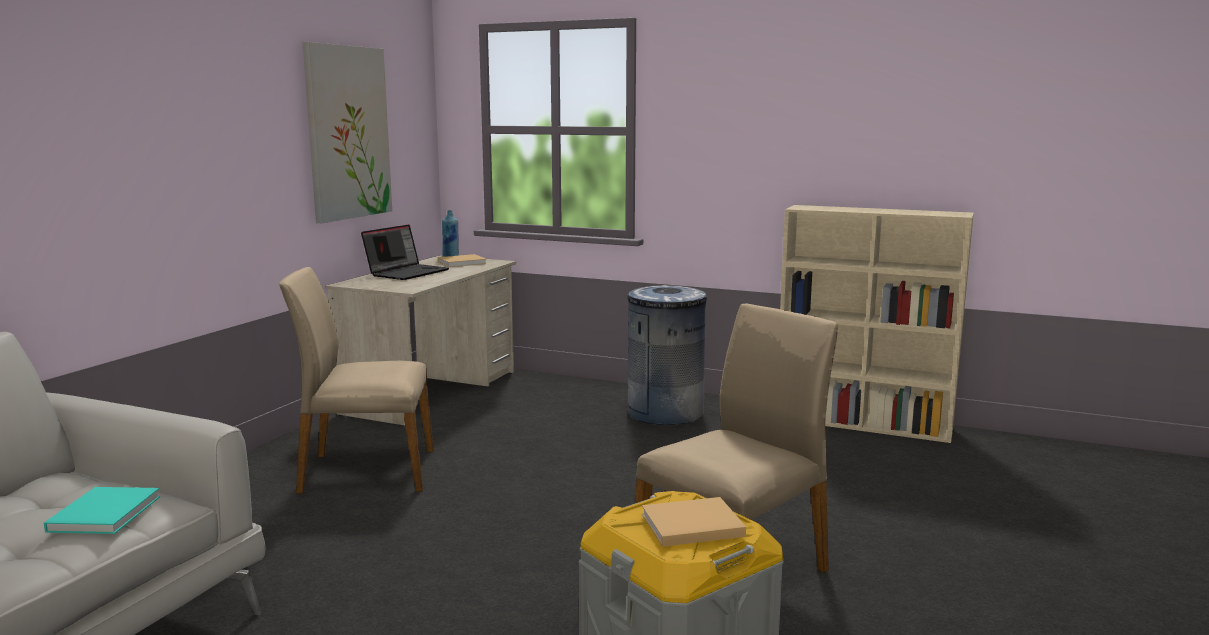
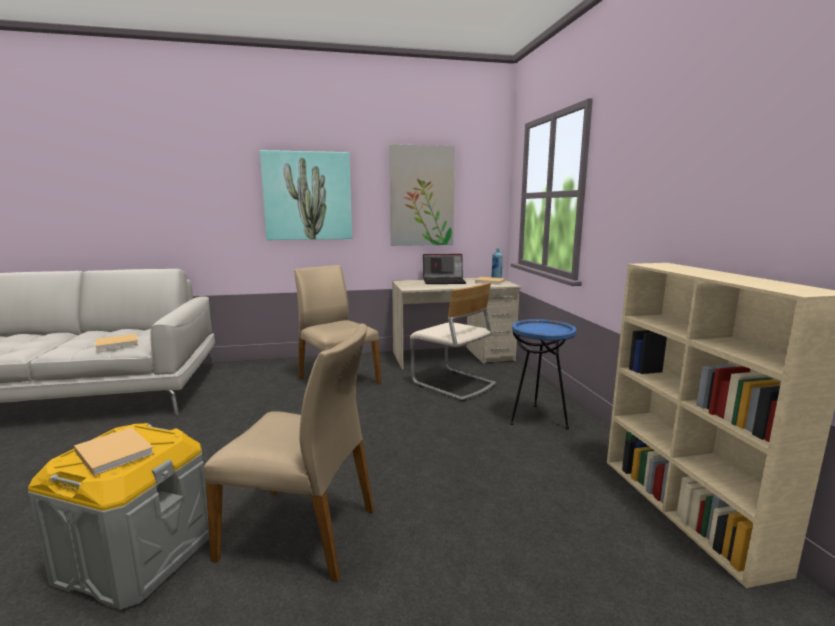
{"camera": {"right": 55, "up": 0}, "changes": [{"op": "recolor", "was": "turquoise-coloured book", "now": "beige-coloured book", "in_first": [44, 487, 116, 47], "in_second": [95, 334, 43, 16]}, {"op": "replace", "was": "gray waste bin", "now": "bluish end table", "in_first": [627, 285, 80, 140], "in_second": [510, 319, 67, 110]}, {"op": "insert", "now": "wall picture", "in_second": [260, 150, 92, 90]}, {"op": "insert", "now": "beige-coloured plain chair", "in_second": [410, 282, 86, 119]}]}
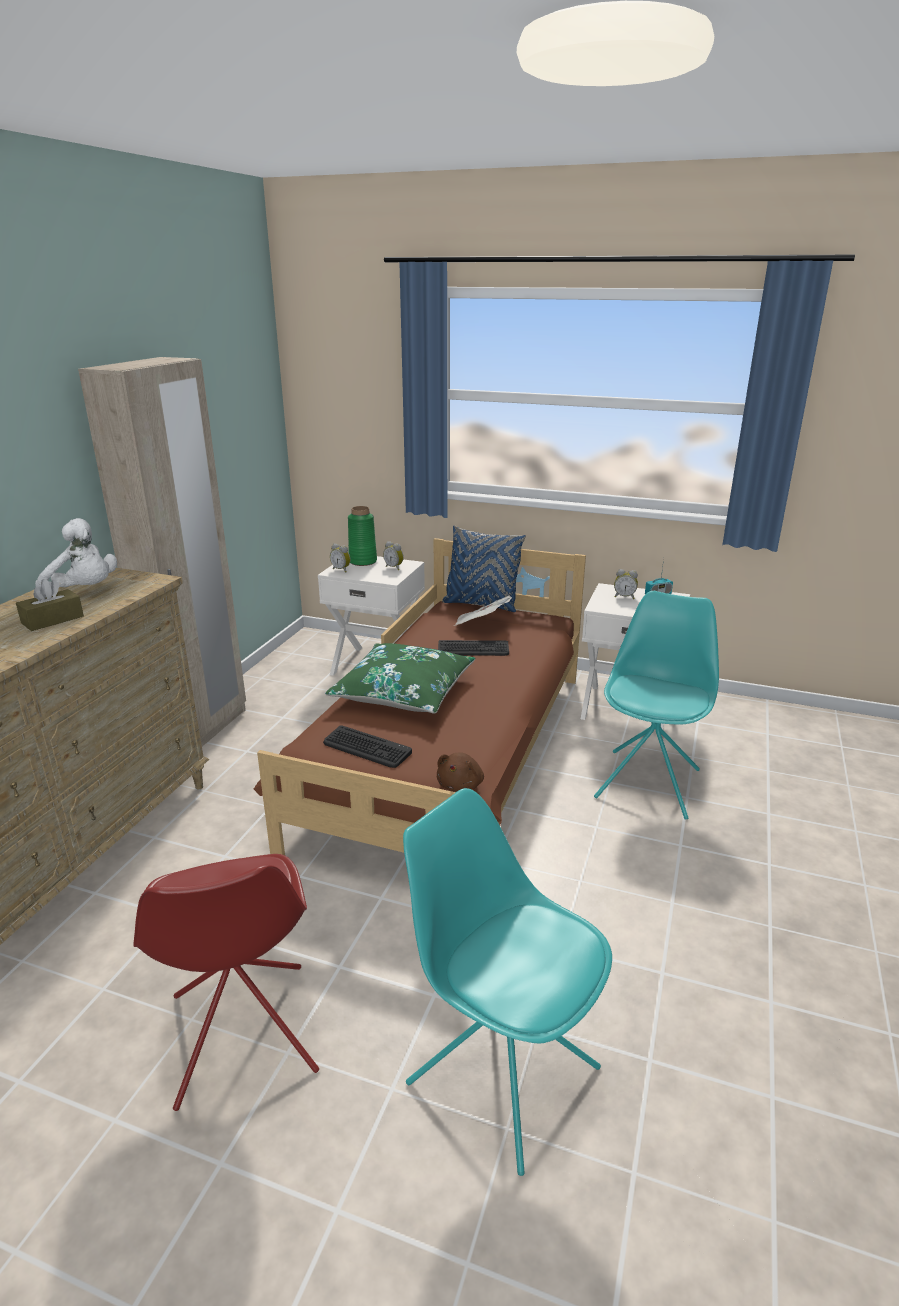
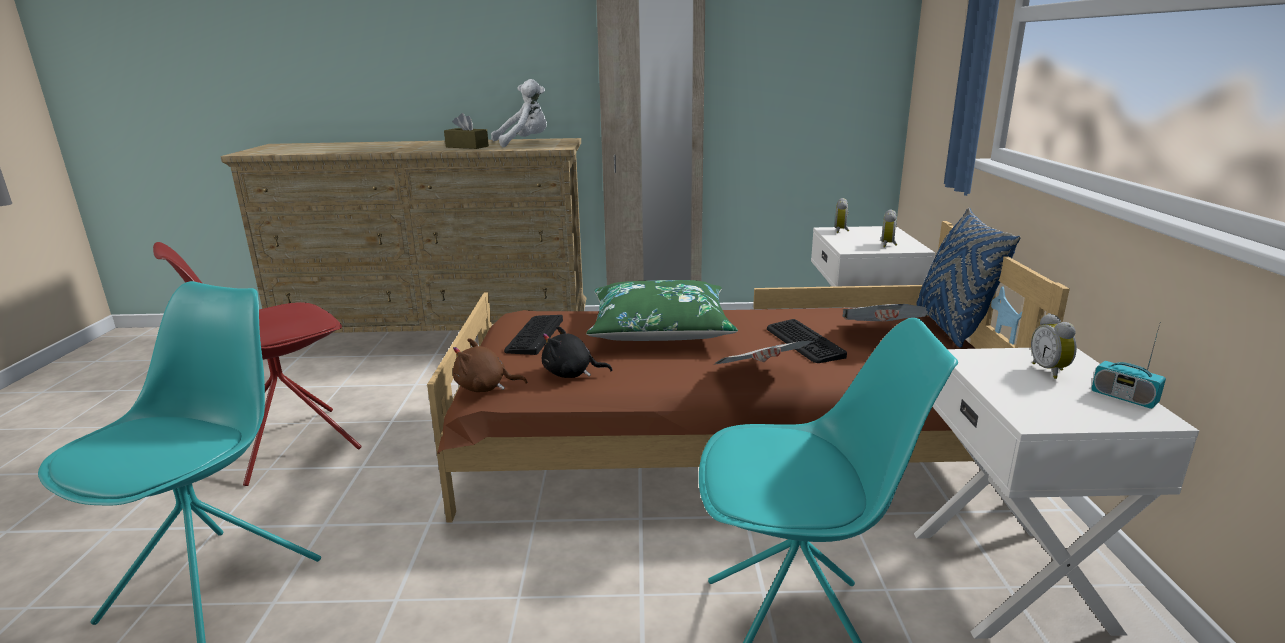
{"camera": {"right": 70, "up": -5}, "changes": [{"op": "rotate", "was": "whitish soft toy", "in_first": [35, 518, 82, 70], "in_second": [491, 79, 56, 68], "clockwise": -120}, {"op": "delete", "was": "green-coloured flower vase", "in_first": [348, 506, 29, 60]}, {"op": "insert", "now": "black soft toy", "in_second": [542, 326, 70, 52]}, {"op": "insert", "now": "daily paper", "in_second": [716, 341, 97, 23]}]}
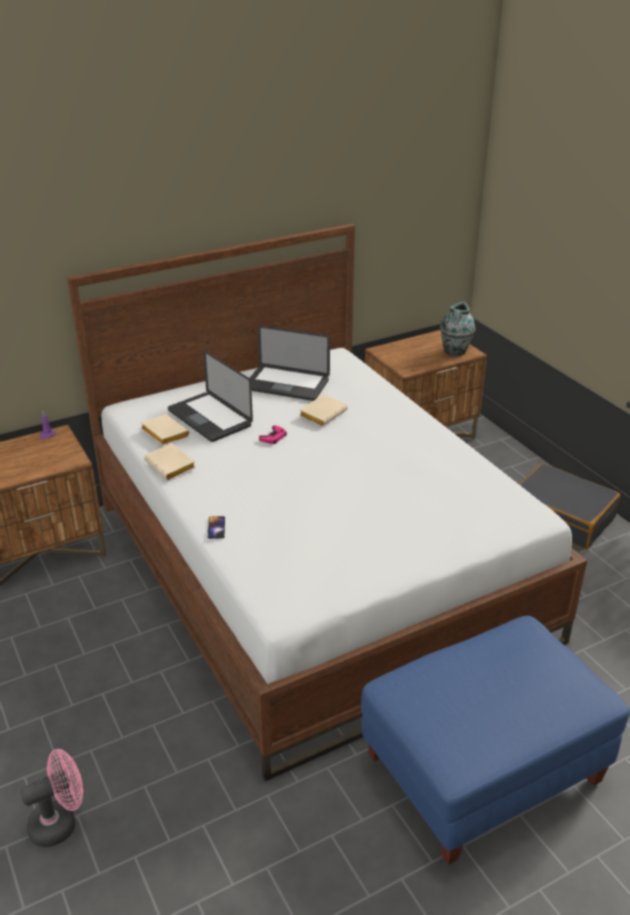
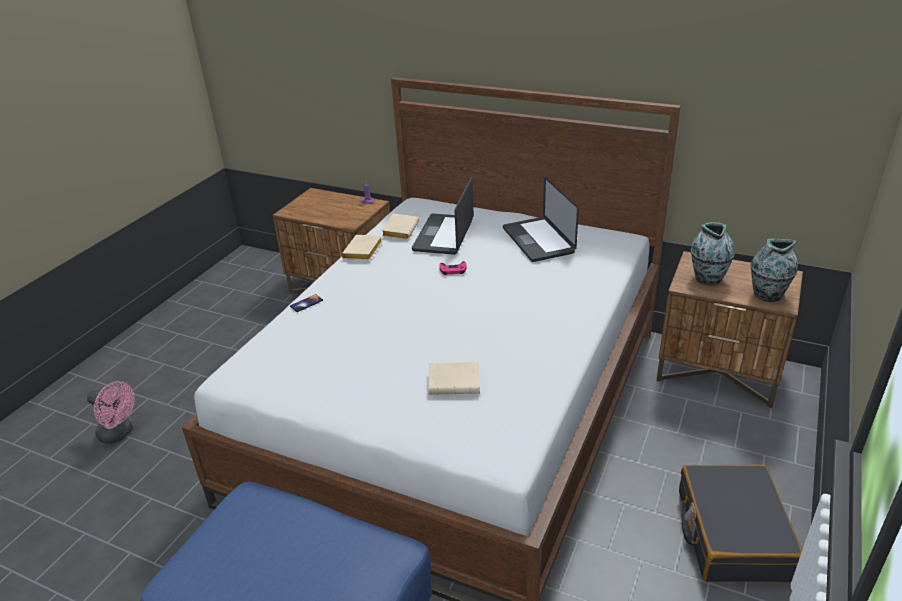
{"camera": {"right": 55, "up": 0}, "changes": [{"op": "move", "was": "beige-coloured book", "in_first": [299, 394, 49, 32], "in_second": [428, 362, 52, 33]}, {"op": "insert", "now": "flower vase", "in_second": [691, 222, 44, 63]}]}
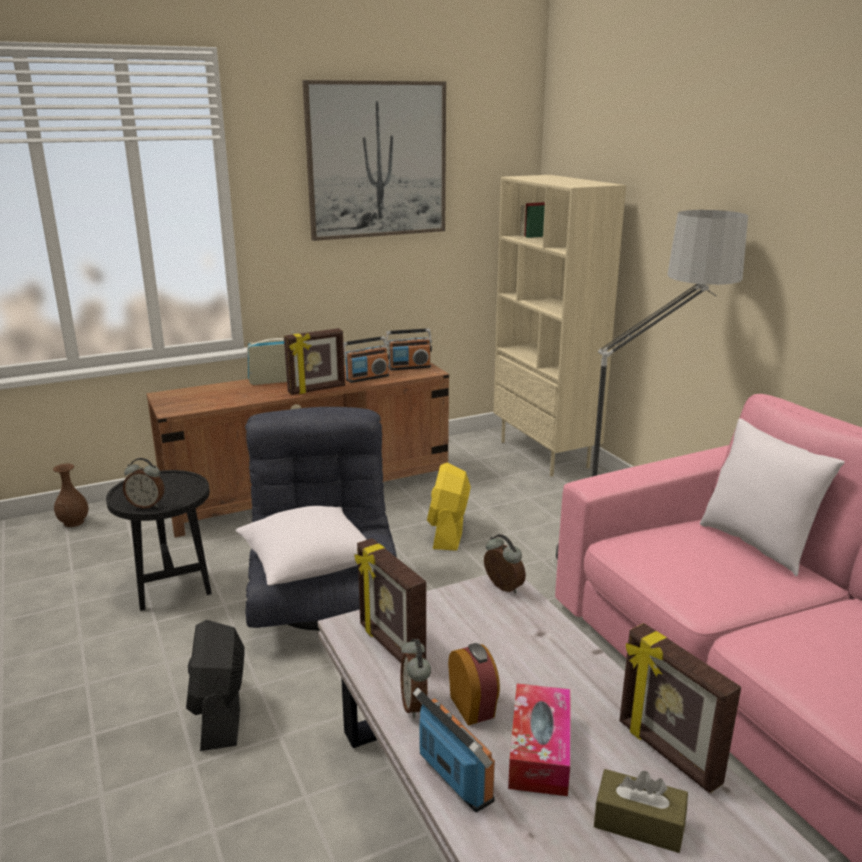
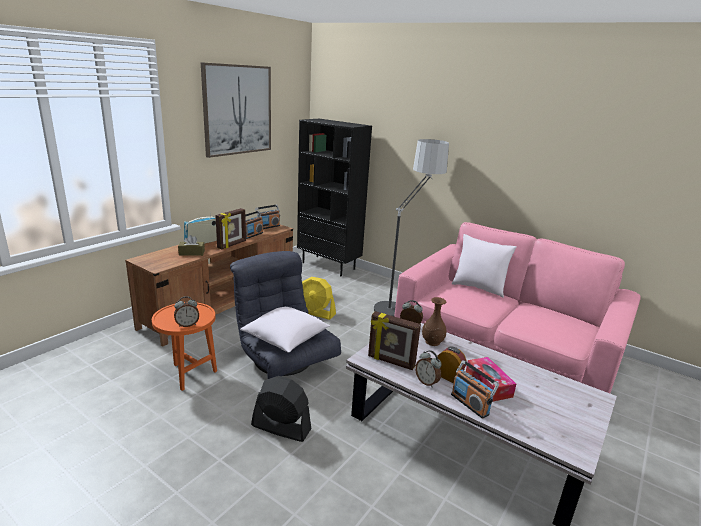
{"camera": {"right": -30, "up": 0}, "changes": [{"op": "move", "was": "brown-coloured flower vase", "in_first": [53, 464, 35, 63], "in_second": [422, 297, 25, 49]}, {"op": "recolor", "was": "black end table", "now": "orangey end table", "in_first": [106, 470, 106, 141], "in_second": [152, 302, 65, 89]}, {"op": "rotate", "was": "black cooling fan", "in_first": [186, 620, 58, 131], "in_second": [251, 376, 61, 66], "clockwise": 150}, {"op": "rotate", "was": "radio", "in_first": [413, 688, 82, 124], "in_second": [451, 360, 48, 59], "clockwise": -150}, {"op": "rotate", "was": "yellow cooling fan", "in_first": [427, 462, 44, 89], "in_second": [302, 277, 34, 43], "clockwise": -45}, {"op": "recolor", "was": "beige-coloured bookcase", "now": "black bookcase", "in_first": [493, 175, 133, 302], "in_second": [297, 119, 75, 157]}, {"op": "move", "was": "brown-coloured tissue holder", "in_first": [594, 769, 94, 84], "in_second": [178, 235, 27, 21]}, {"op": "delete", "was": "picture frame", "in_first": [619, 623, 122, 170]}]}
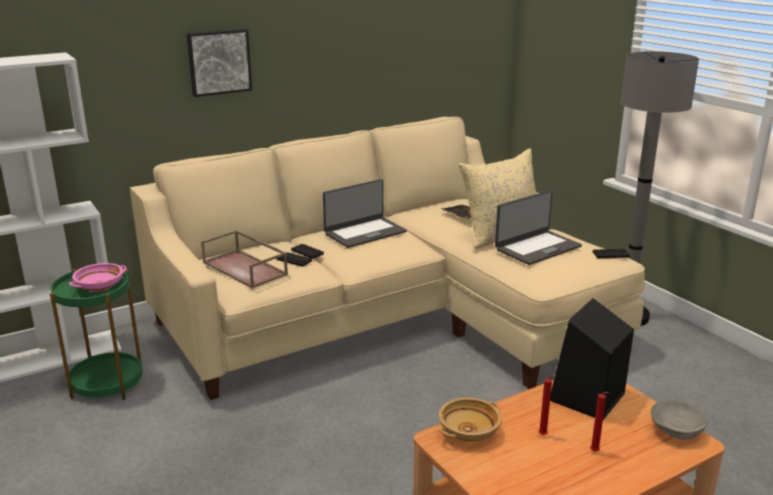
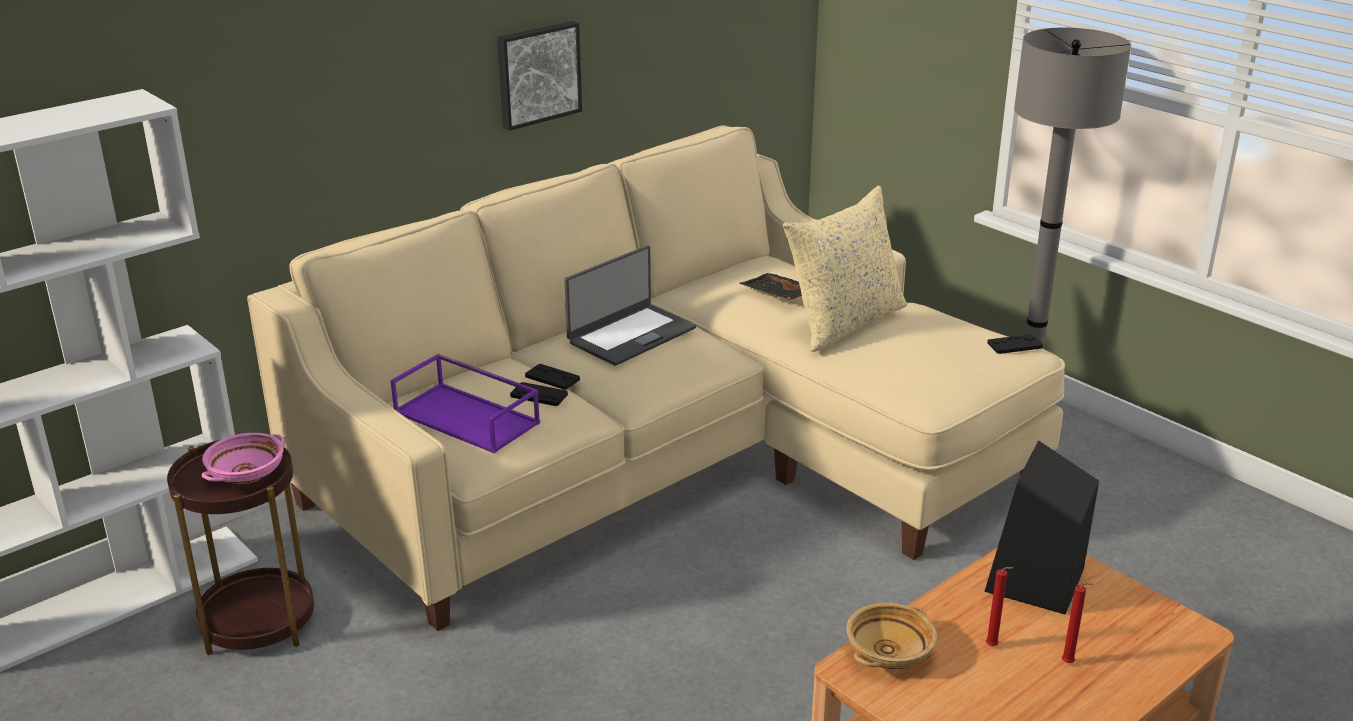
{"camera": {"right": -10, "up": 5}, "changes": [{"op": "recolor", "was": "green-coloured end table", "now": "brown-coloured end table", "in_first": [50, 269, 93, 131], "in_second": [167, 439, 147, 216]}, {"op": "move", "was": "wall picture", "in_first": [186, 29, 66, 68], "in_second": [497, 21, 85, 110]}, {"op": "recolor", "was": "brown-coloured tray", "now": "purple-coloured tray", "in_first": [201, 230, 87, 59], "in_second": [390, 354, 150, 99]}, {"op": "delete", "was": "notebook computer", "in_first": [495, 190, 87, 75]}, {"op": "delete", "was": "gray serving bowl", "in_first": [651, 400, 57, 40]}]}
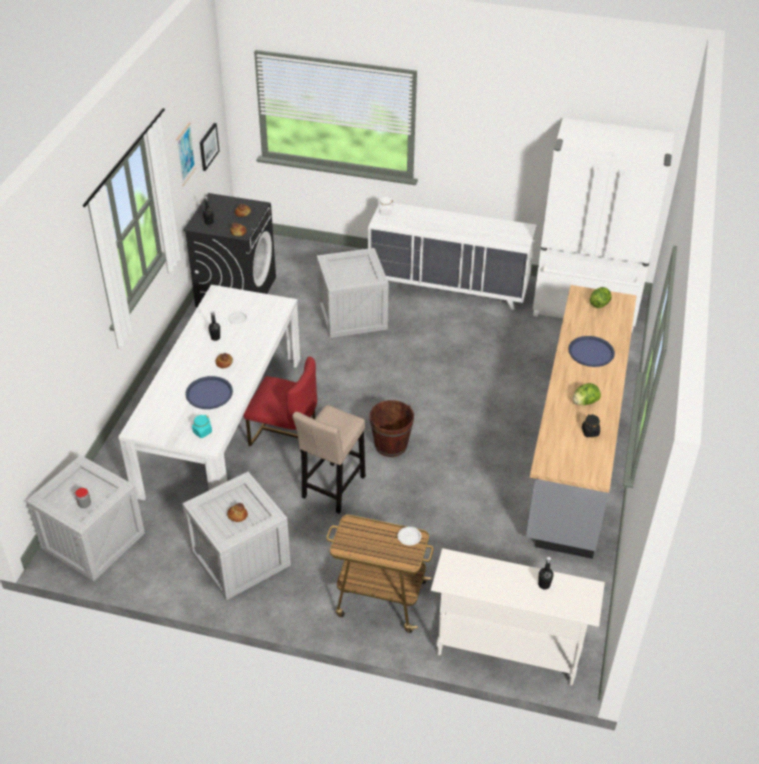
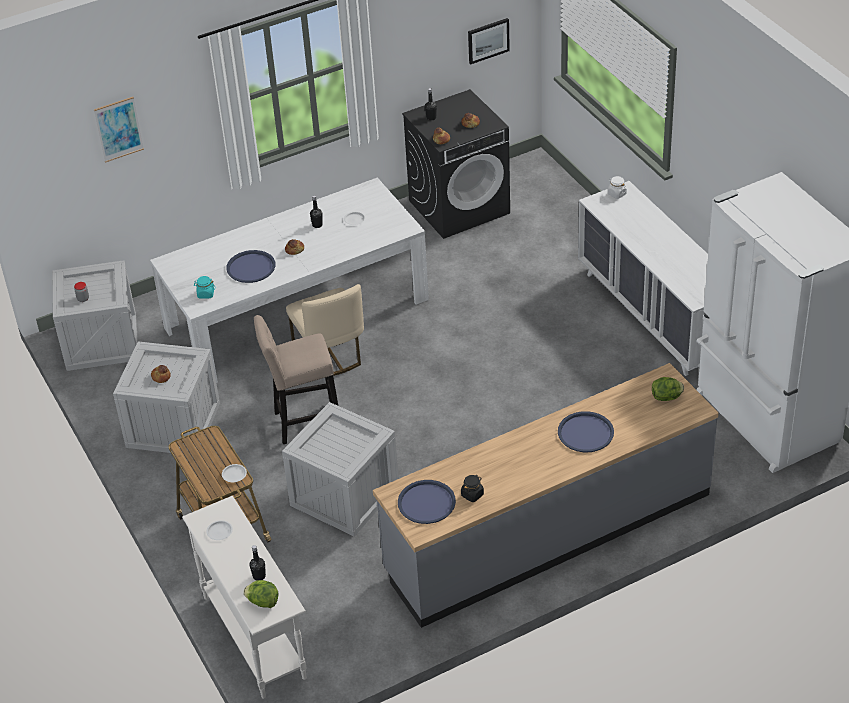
{"camera": {"right": 50, "up": 0}, "changes": [{"op": "move", "was": "wall picture", "in_first": [176, 122, 20, 64], "in_second": [94, 97, 50, 66]}, {"op": "recolor", "was": "red plain chair", "now": "beige-coloured plain chair", "in_first": [243, 356, 74, 96], "in_second": [286, 284, 78, 92]}, {"op": "move", "was": "packing crate", "in_first": [317, 248, 72, 90], "in_second": [282, 402, 117, 134]}, {"op": "delete", "was": "brown-coloured water bucket", "in_first": [369, 400, 45, 57]}, {"op": "move", "was": "head of lettuce", "in_first": [573, 383, 28, 22], "in_second": [243, 580, 35, 28]}, {"op": "insert", "now": "whitish flat dish", "in_second": [206, 520, 27, 20]}, {"op": "insert", "now": "bluish tray", "in_second": [398, 480, 58, 44]}]}
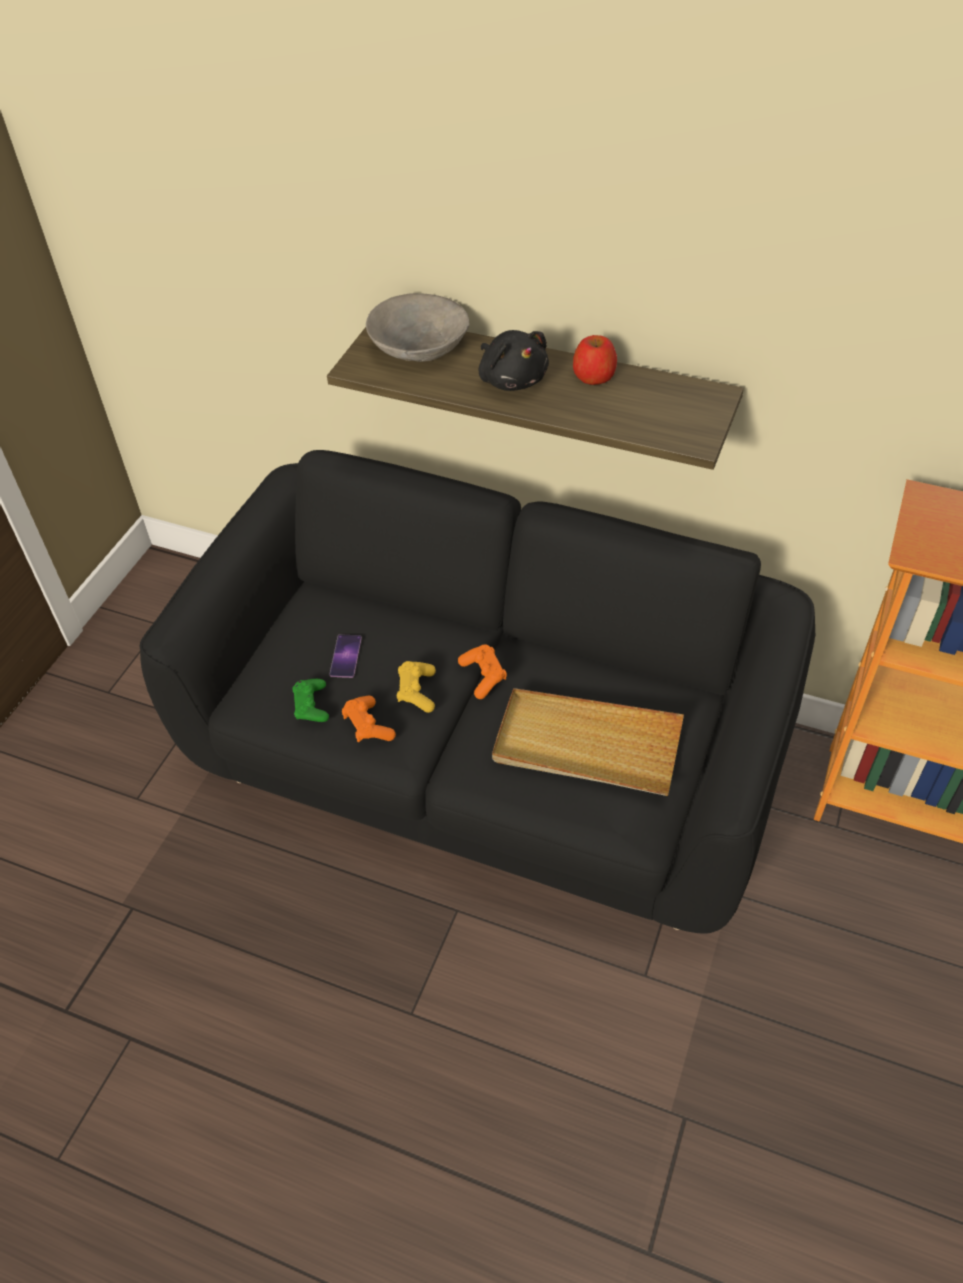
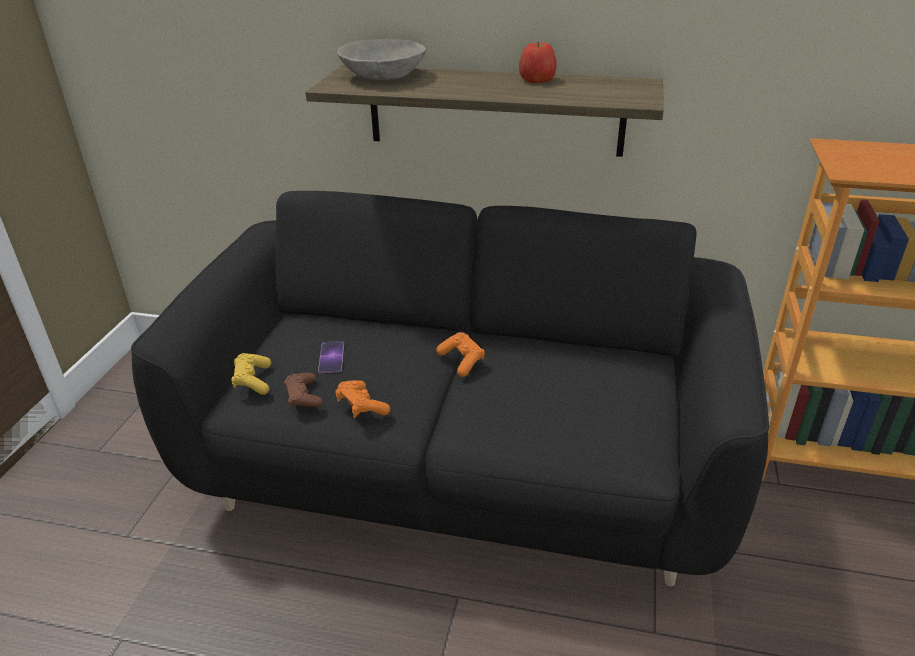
{"camera": {"right": -10, "up": -15}, "changes": [{"op": "recolor", "was": "green-coloured gamepad", "now": "brown-coloured gamepad", "in_first": [292, 679, 37, 43], "in_second": [284, 373, 39, 35]}, {"op": "move", "was": "yellow gamepad", "in_first": [397, 661, 39, 52], "in_second": [231, 353, 40, 42]}, {"op": "delete", "was": "black soft toy", "in_first": [479, 330, 70, 61]}, {"op": "delete", "was": "beige-coloured tray", "in_first": [492, 688, 192, 108]}]}
